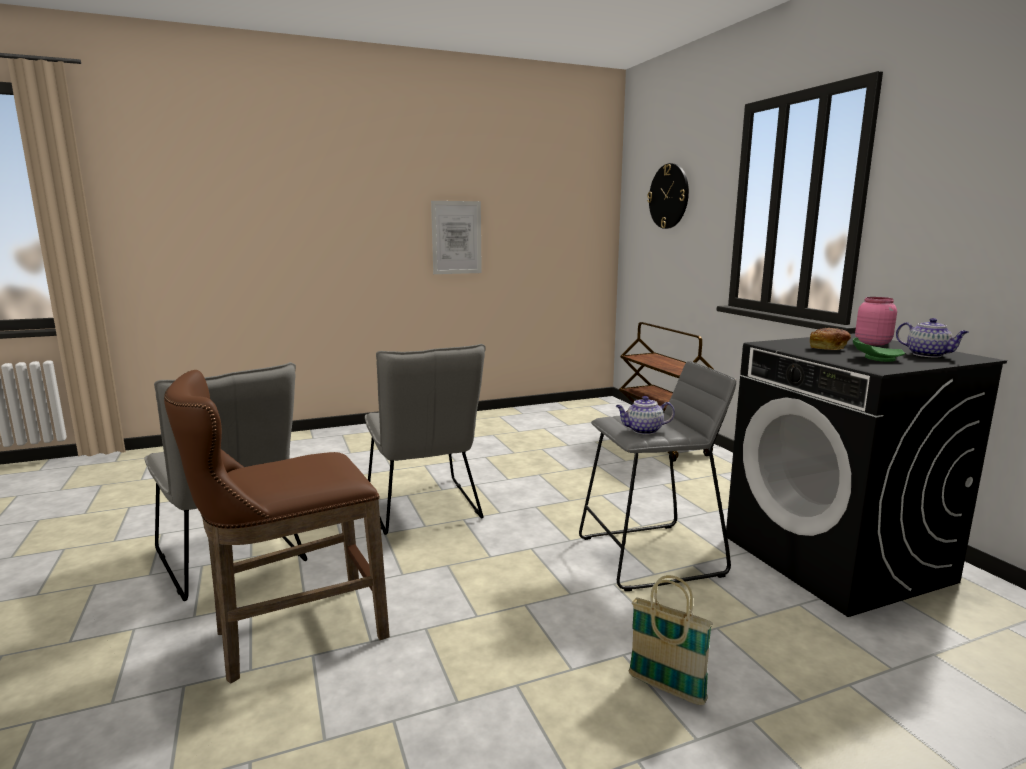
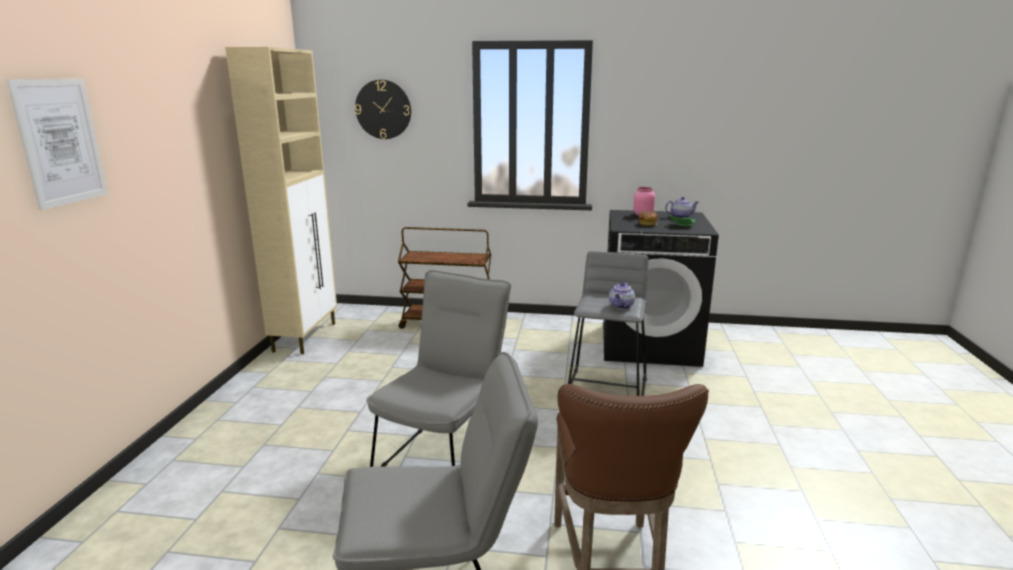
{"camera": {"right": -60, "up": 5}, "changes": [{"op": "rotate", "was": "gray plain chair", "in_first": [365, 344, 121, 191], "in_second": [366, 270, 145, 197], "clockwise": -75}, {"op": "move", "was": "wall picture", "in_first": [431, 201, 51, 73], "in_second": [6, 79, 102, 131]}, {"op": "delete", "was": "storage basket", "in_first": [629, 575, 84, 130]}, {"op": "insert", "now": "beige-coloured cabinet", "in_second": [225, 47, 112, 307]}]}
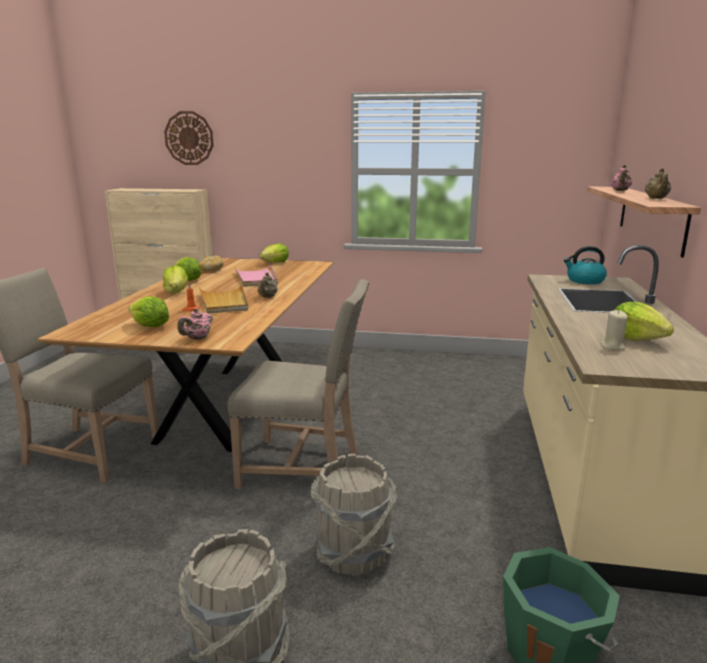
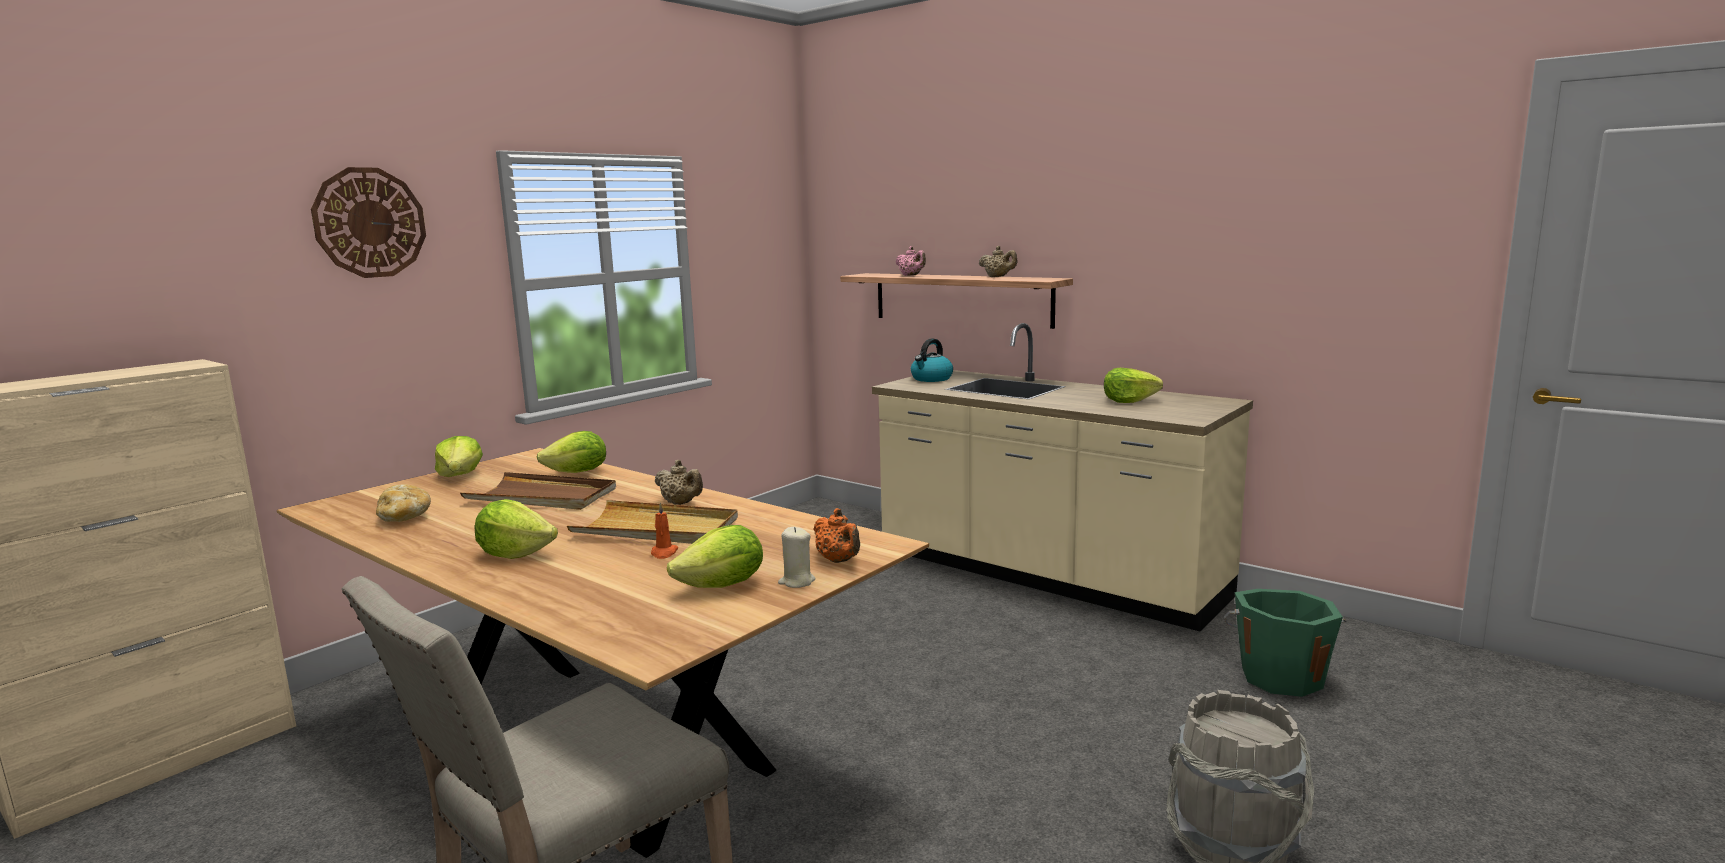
{"camera": {"right": -60, "up": -5}, "changes": [{"op": "move", "was": "wall clock", "in_first": [164, 111, 50, 54], "in_second": [311, 167, 115, 111]}, {"op": "move", "was": "head of lettuce", "in_first": [175, 257, 26, 24], "in_second": [537, 431, 69, 42]}, {"op": "recolor", "was": "pink-coloured teapot", "now": "orangey teapot", "in_first": [177, 308, 36, 32], "in_second": [814, 508, 46, 55]}, {"op": "delete", "was": "beige-coloured plain chair", "in_first": [227, 279, 142, 211]}, {"op": "recolor", "was": "pink-coloured tray", "now": "brown-coloured tray", "in_first": [234, 265, 44, 22], "in_second": [460, 472, 156, 38]}, {"op": "delete", "was": "gray water bucket", "in_first": [311, 454, 86, 122]}, {"op": "move", "was": "beige-coloured wax candle", "in_first": [600, 310, 28, 40], "in_second": [778, 527, 37, 61]}]}
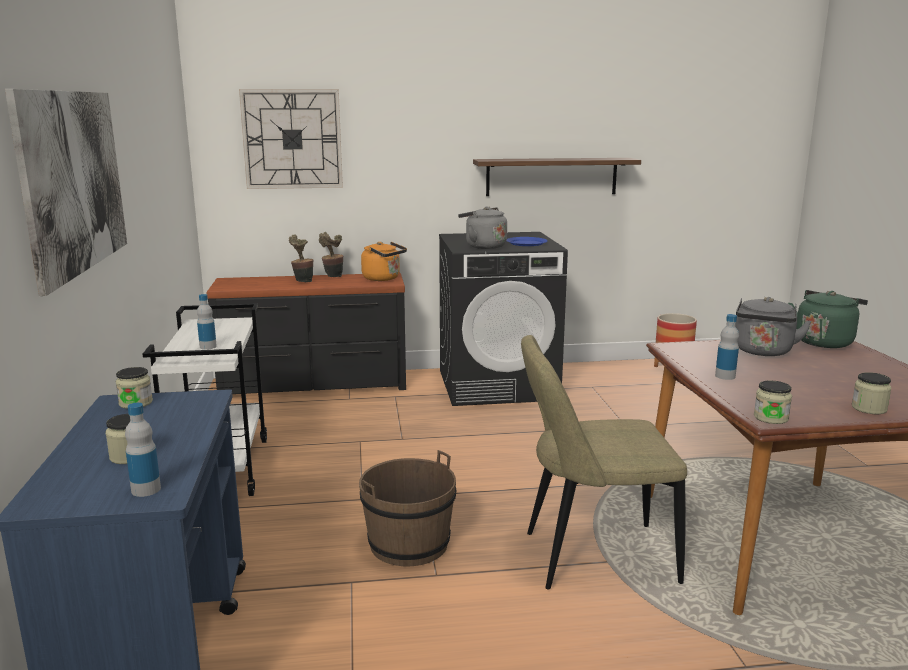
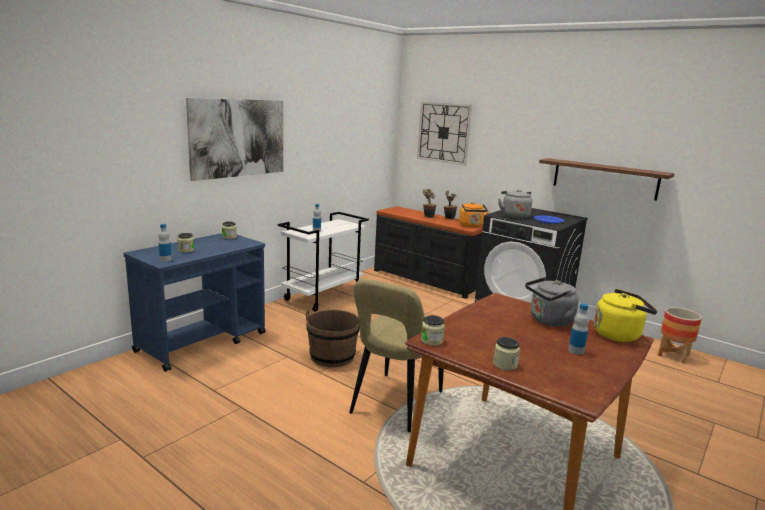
{"camera": {"right": 45, "up": 0}, "changes": [{"op": "rotate", "was": "beige-coloured plain chair", "in_first": [521, 335, 166, 255], "in_second": [349, 278, 95, 154], "clockwise": -105}, {"op": "move", "was": "beverage bottle", "in_first": [715, 314, 24, 66], "in_second": [568, 303, 21, 52]}, {"op": "recolor", "was": "green-coloured water kettle", "now": "yellow water kettle", "in_first": [788, 290, 80, 58], "in_second": [594, 289, 64, 53]}]}
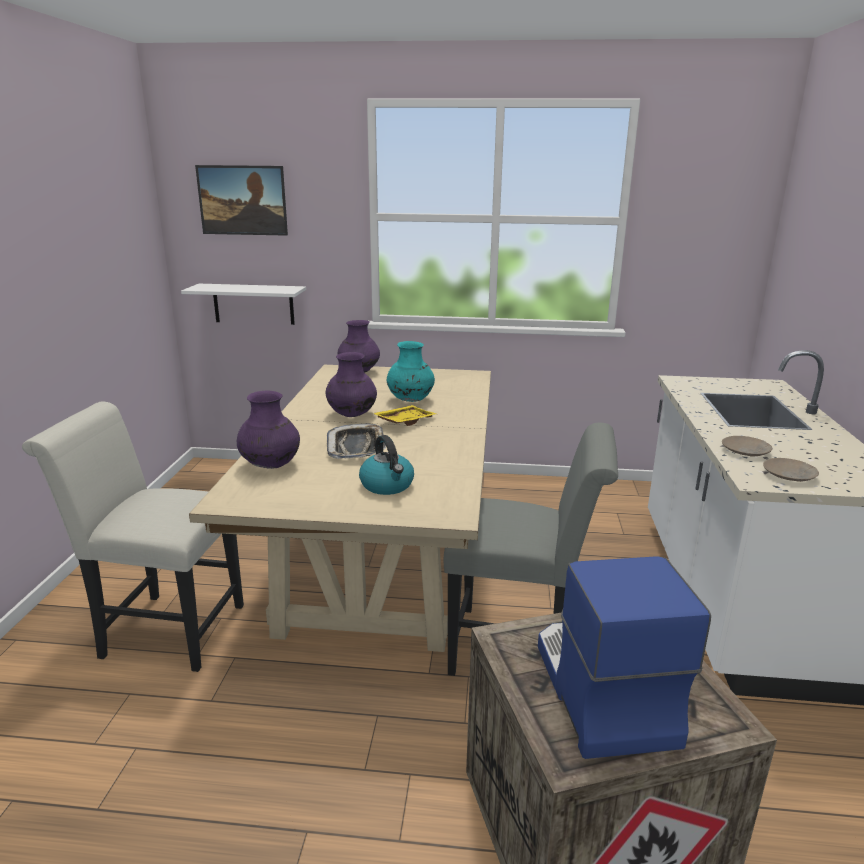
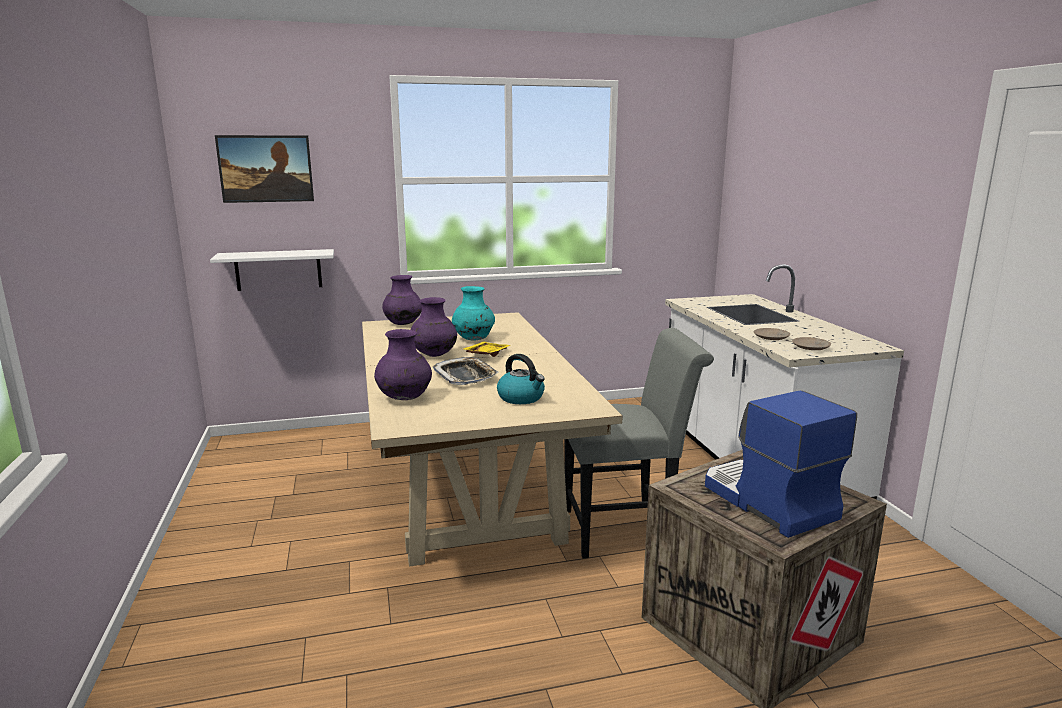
{"camera": {"right": -20, "up": -5}, "changes": [{"op": "delete", "was": "whitish plain chair", "in_first": [22, 402, 222, 270]}]}
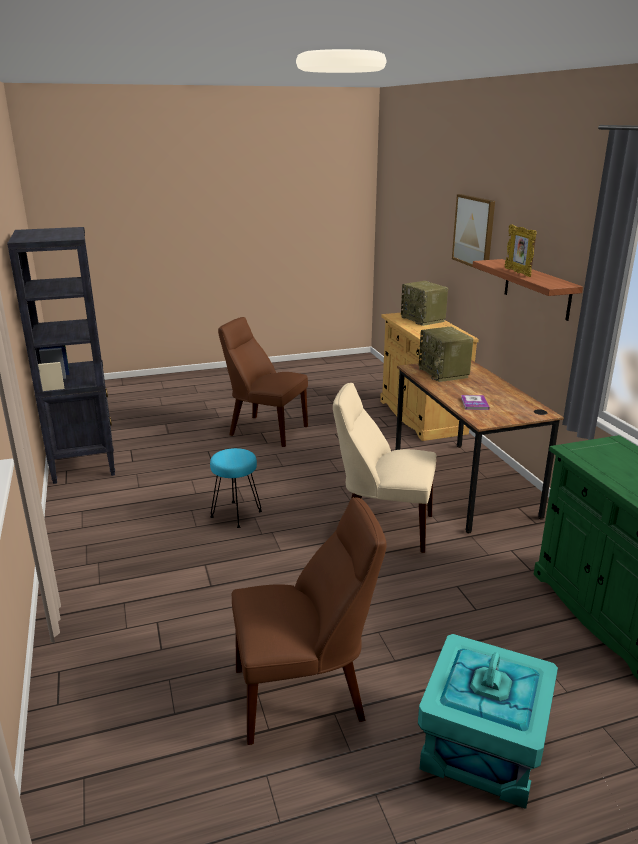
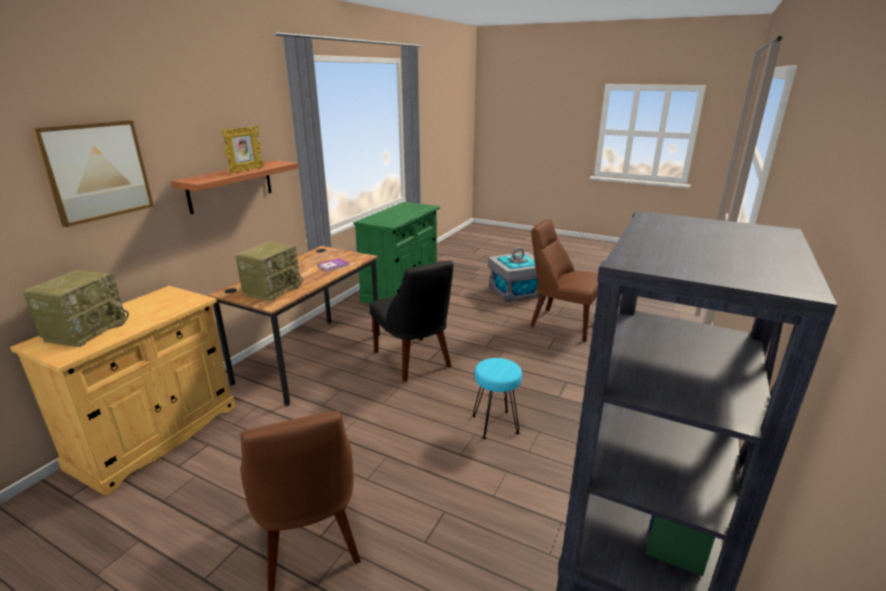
{"camera": {"right": -135, "up": 0}, "changes": [{"op": "recolor", "was": "beige-coloured plain chair", "now": "black plain chair", "in_first": [333, 383, 103, 170], "in_second": [370, 260, 83, 122]}, {"op": "recolor", "was": "turquoise-coloured storage container", "now": "gray storage container", "in_first": [418, 634, 140, 175], "in_second": [488, 247, 52, 56]}]}
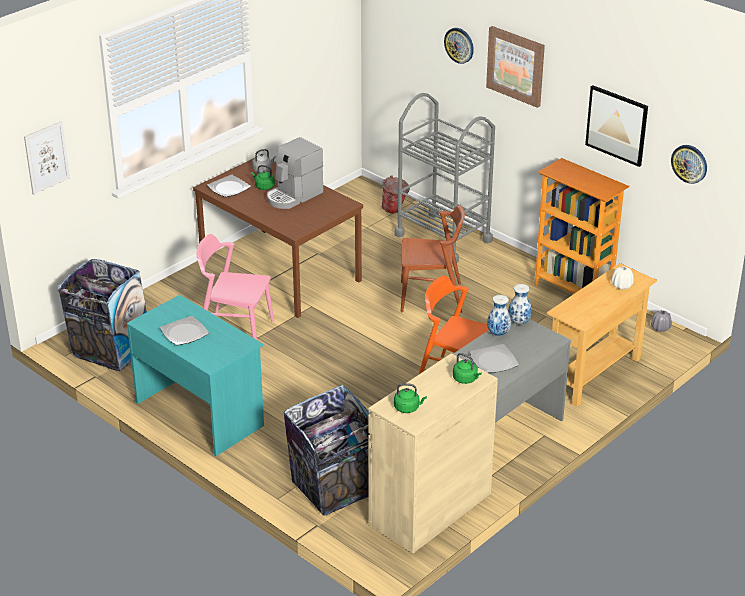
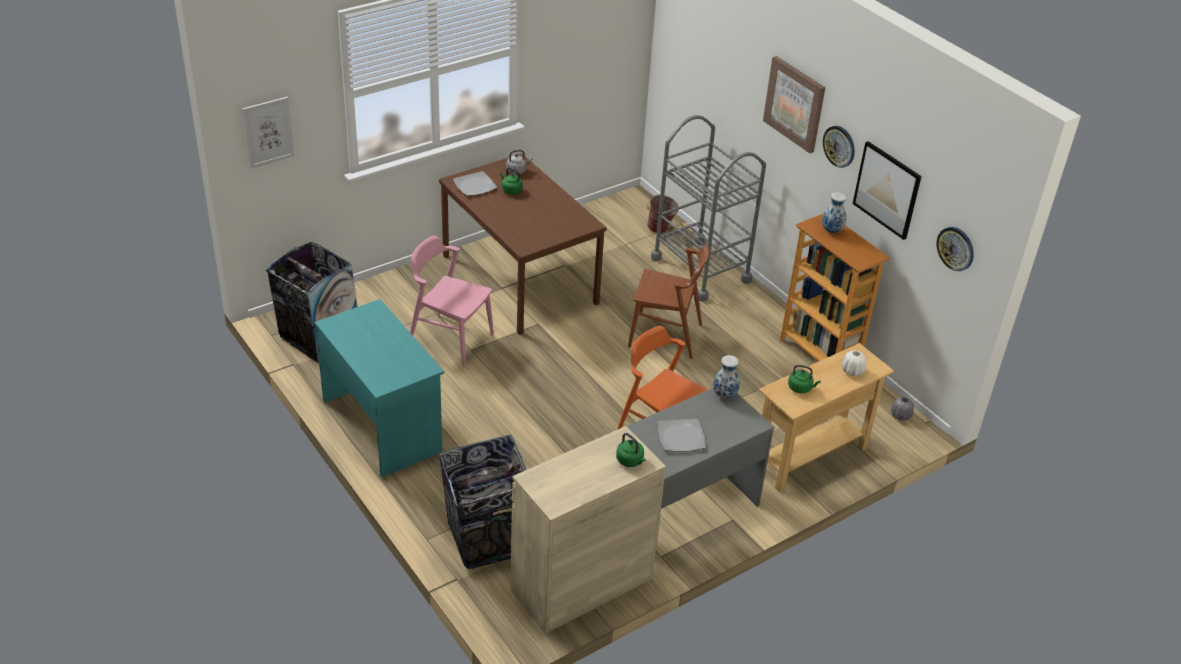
{"camera": {"right": 10, "up": 5}, "changes": [{"op": "delete", "was": "flat dish", "in_first": [160, 316, 49, 29]}, {"op": "delete", "was": "coffee maker", "in_first": [267, 137, 56, 72]}, {"op": "move", "was": "green-coloured water kettle", "in_first": [394, 383, 33, 30], "in_second": [788, 365, 33, 29]}, {"op": "move", "was": "wall clock", "in_first": [444, 28, 30, 36], "in_second": [823, 126, 32, 42]}, {"op": "move", "was": "flower vase", "in_first": [487, 295, 24, 41], "in_second": [822, 192, 25, 41]}]}
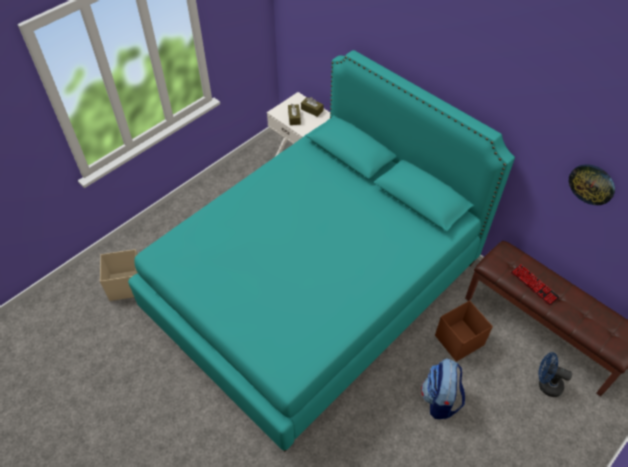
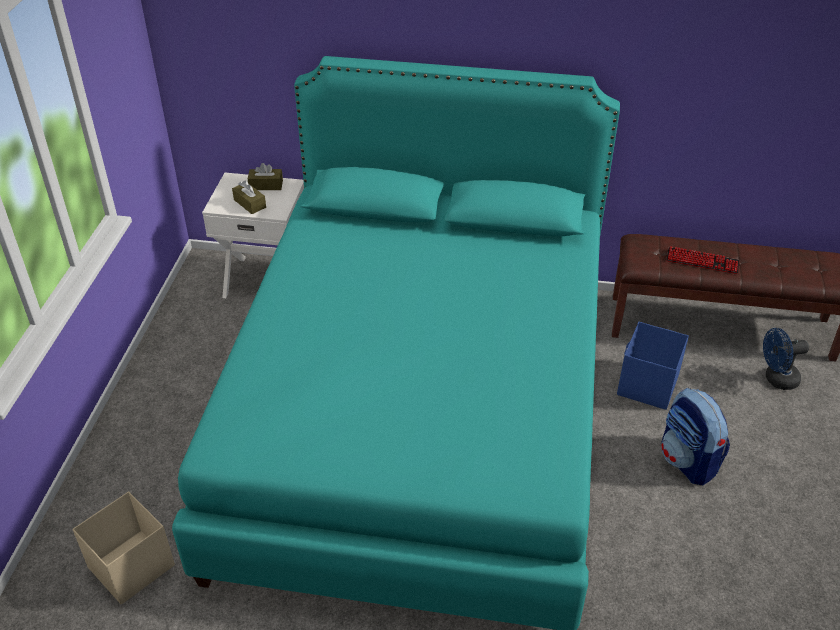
{"camera": {"right": -35, "up": -10}, "changes": [{"op": "recolor", "was": "brown-coloured storage container", "now": "bluish storage container", "in_first": [435, 300, 58, 62], "in_second": [617, 322, 72, 88]}, {"op": "delete", "was": "wall clock", "in_first": [569, 164, 46, 41]}]}
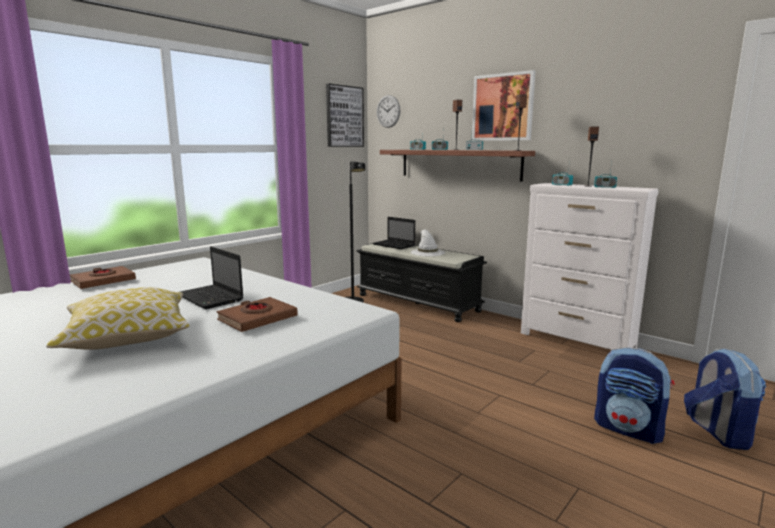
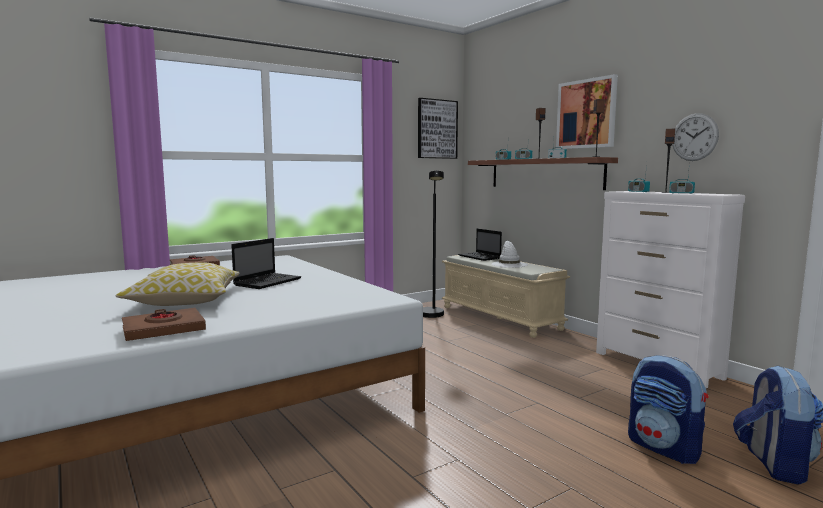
{"camera": {"right": 15, "up": -5}, "changes": [{"op": "rotate", "was": "notebook computer", "in_first": [180, 246, 64, 63], "in_second": [231, 238, 70, 51], "clockwise": -120}, {"op": "move", "was": "brown-coloured book", "in_first": [216, 297, 82, 35], "in_second": [122, 308, 84, 33]}, {"op": "recolor", "was": "black indoor bench", "now": "beige-coloured indoor bench", "in_first": [357, 243, 130, 79], "in_second": [442, 255, 128, 83]}, {"op": "move", "was": "wall clock", "in_first": [377, 95, 23, 33], "in_second": [672, 113, 47, 48]}]}
